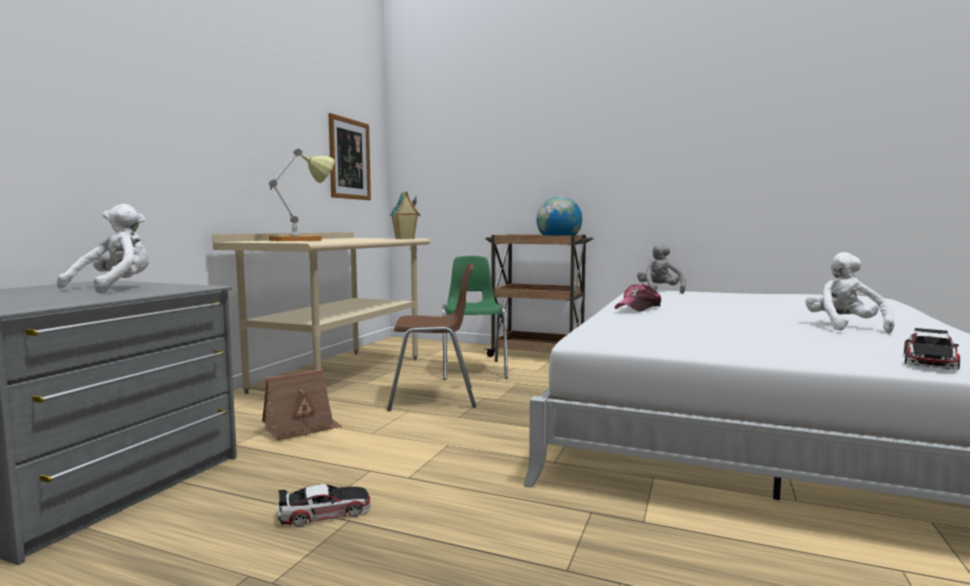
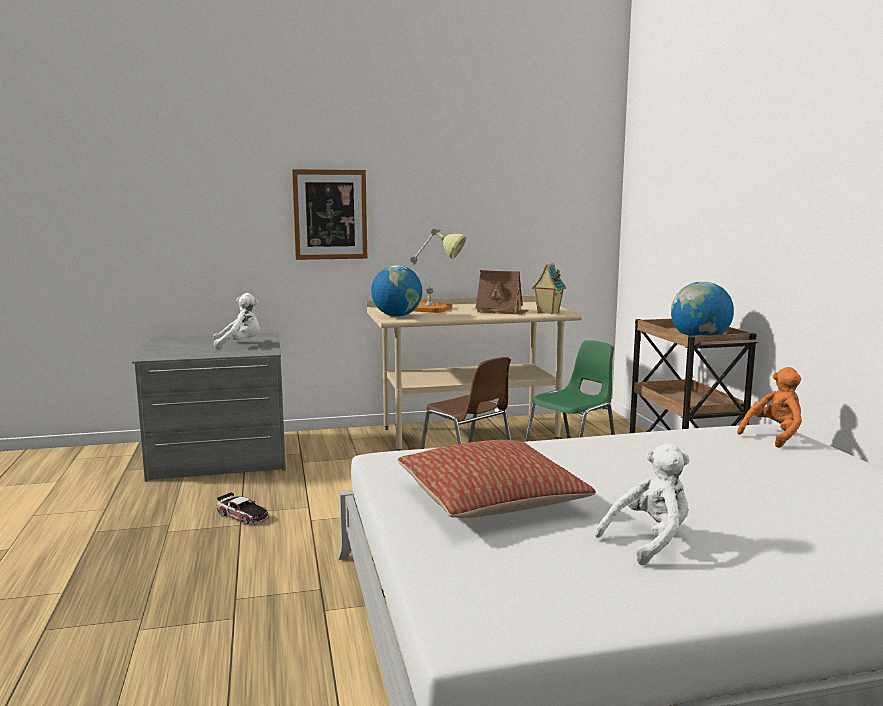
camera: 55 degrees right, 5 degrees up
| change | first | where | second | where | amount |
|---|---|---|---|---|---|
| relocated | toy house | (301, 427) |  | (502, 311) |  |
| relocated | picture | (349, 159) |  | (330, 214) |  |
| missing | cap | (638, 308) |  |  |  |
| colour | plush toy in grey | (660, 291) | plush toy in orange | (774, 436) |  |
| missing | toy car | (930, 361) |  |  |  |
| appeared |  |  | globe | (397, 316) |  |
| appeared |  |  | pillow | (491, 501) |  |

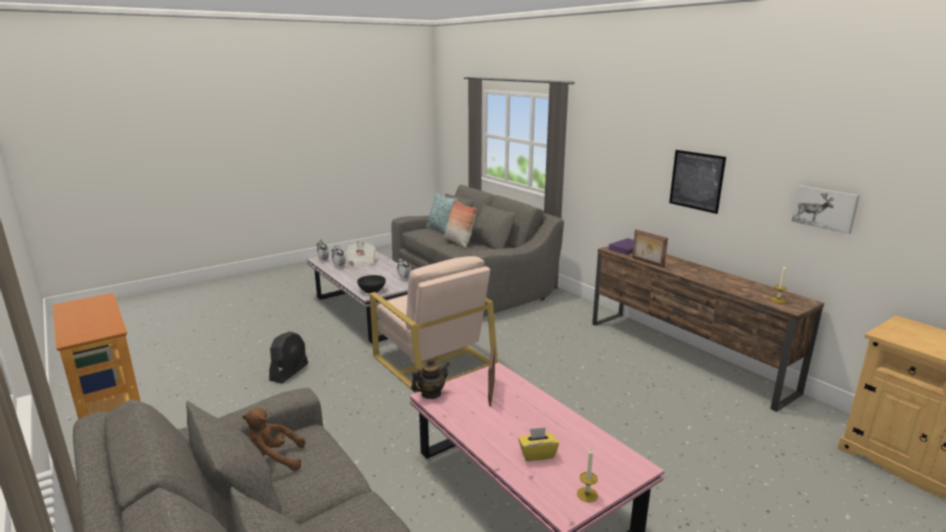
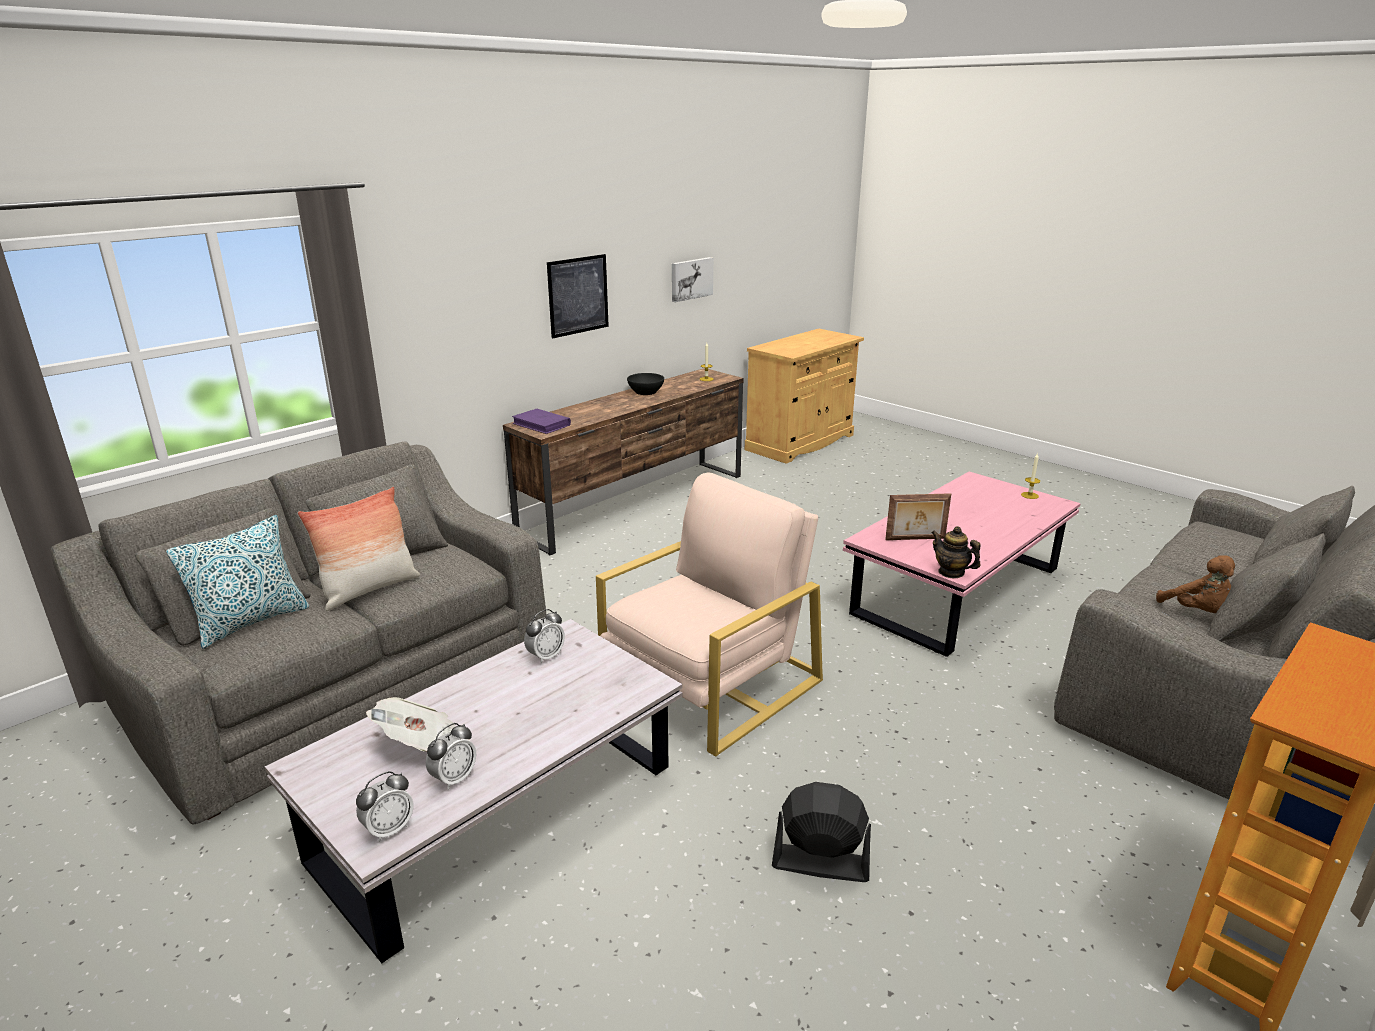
camera: 100 degrees left, 5 degrees up
| change | first | where | second | where | amount |
|---|---|---|---|---|---|
| relocated | bowl in black | (372, 290) |  | (646, 392) |  |
| missing | tissue box in yellow | (537, 454) |  |  |  |
| missing | picture frame | (647, 262) |  |  |  |

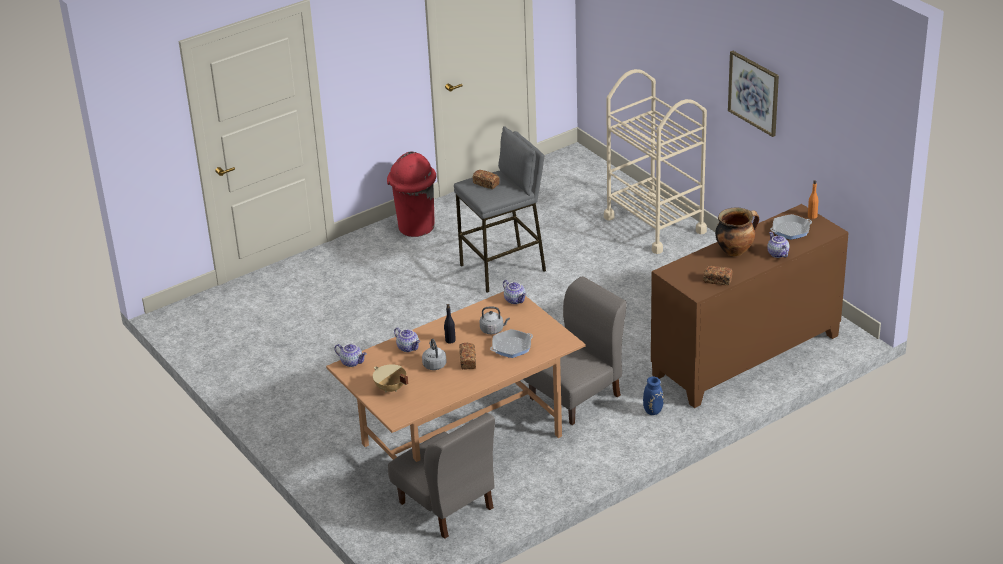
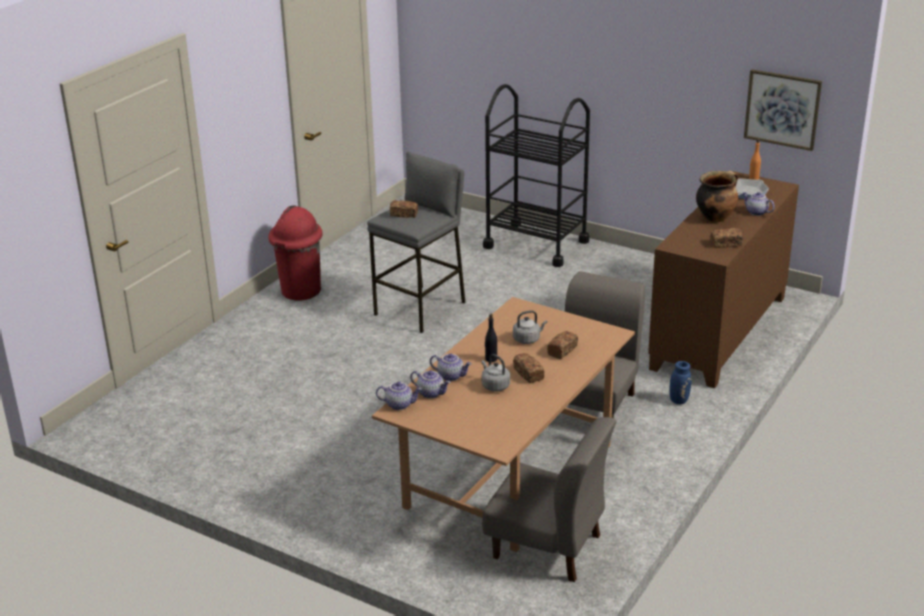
camera: 25 degrees left, 5 degrees down
| change | first | where | second | where | amount |
|---|---|---|---|---|---|
| missing | cooking pot in beige | (390, 389) |  |  |  |
| exchanged | frying pan | (511, 347) | bread | (562, 350) |  |
| relocated | teapot | (515, 300) |  | (431, 393) |  |
| colour | cart in beige | (655, 224) | cart in black | (536, 244) |  |
| relocated | picture | (754, 92) |  | (782, 109) |  |

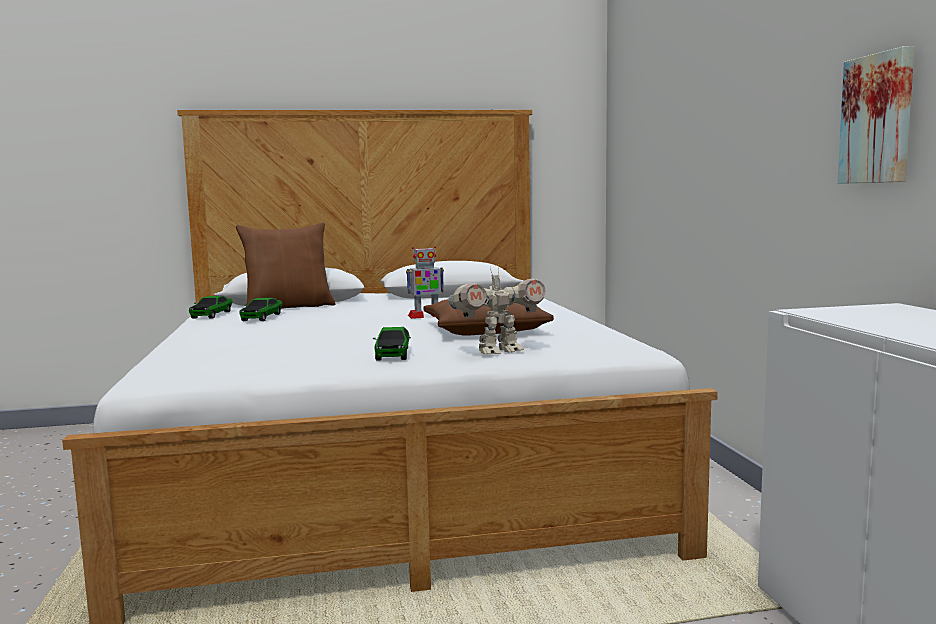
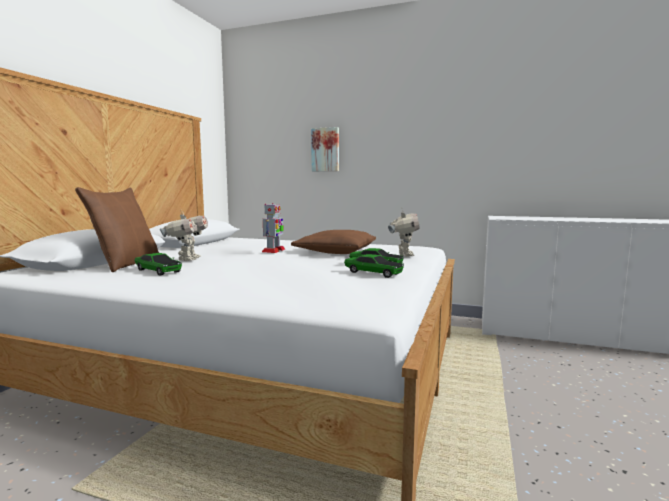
camera: 60 degrees left, 0 degrees up
| change | first | where | second | where | amount |
|---|---|---|---|---|---|
| relocated | toy car | (212, 315) |  | (373, 273) |  |
| relocated | picture | (879, 119) |  | (325, 149) |  |
| appeared |  |  | toy robot | (187, 259) |  |

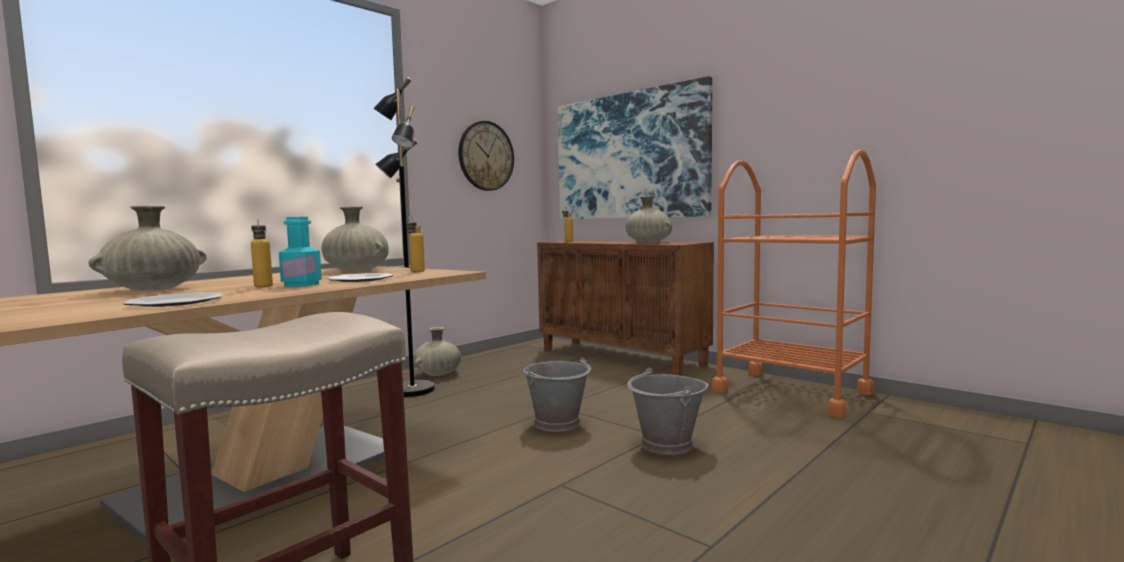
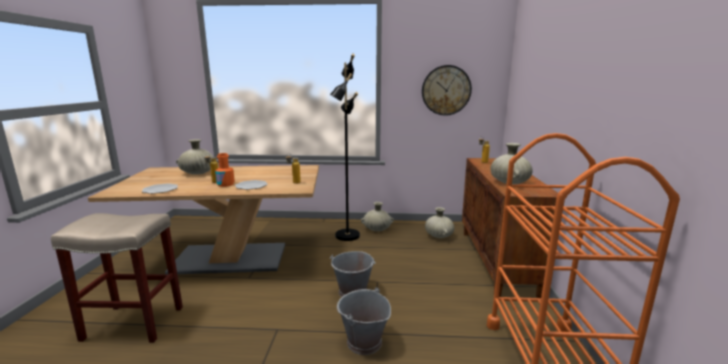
camera: 50 degrees right, 10 degrees up
| change | first | where | second | where | amount |
|---|---|---|---|---|---|
| colour | bottle in turquoise | (301, 284) | bottle in orange | (225, 184) |  |
| relocated | vase in beige | (356, 271) |  | (438, 236) |  |
| missing | picture | (629, 156) |  |  |  |

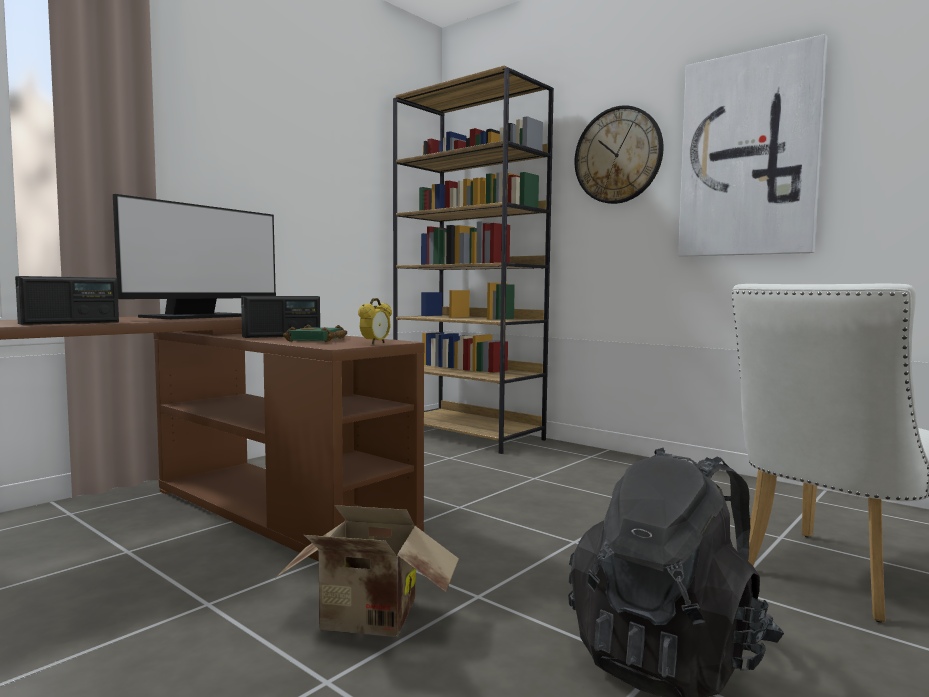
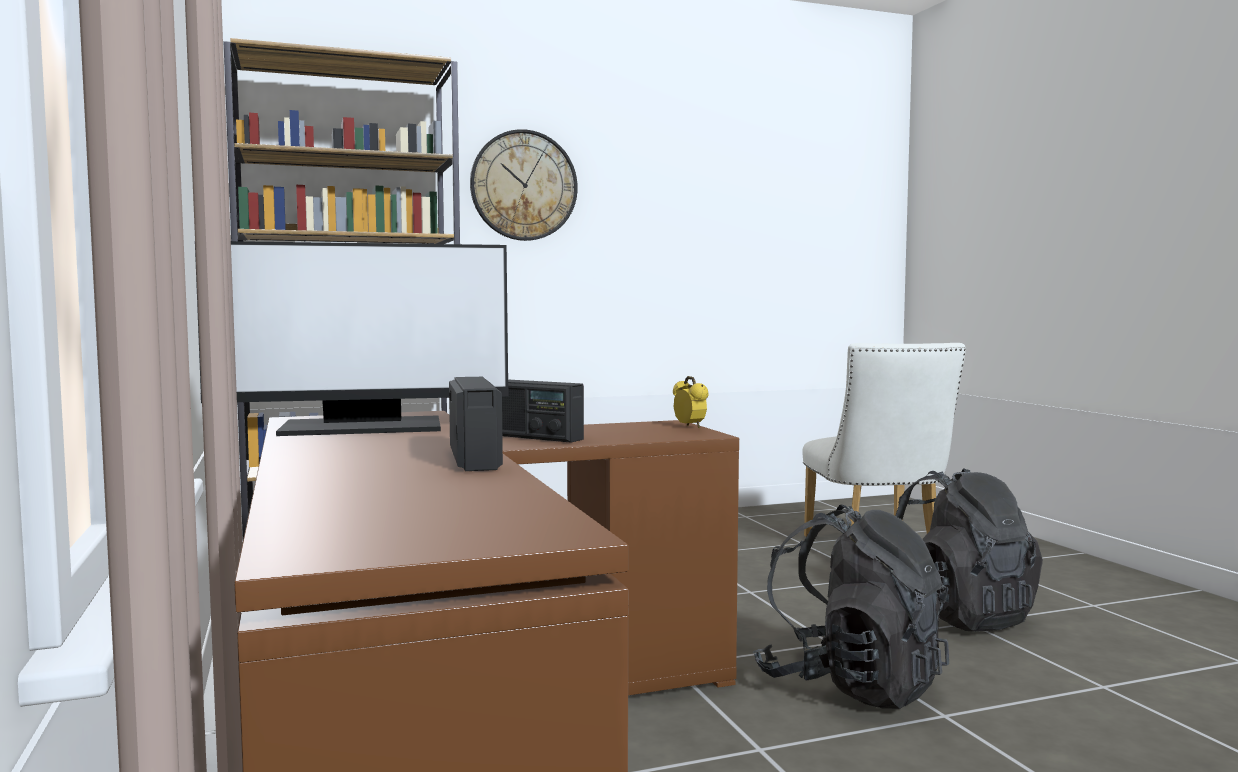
camera: 60 degrees left, 0 degrees up
| change | first | where | second | where | amount |
|---|---|---|---|---|---|
| spun | monitor | (198, 317) |  | (362, 427) | 105 degrees clockwise |
| spun | radio | (282, 336) |  | (534, 437) | 120 degrees clockwise |
| exchanged | cardboard box | (370, 622) | backpack in black | (851, 686) |  |
| missing | book in green | (318, 340) |  |  |  |
| missing | picture | (748, 155) |  |  |  |

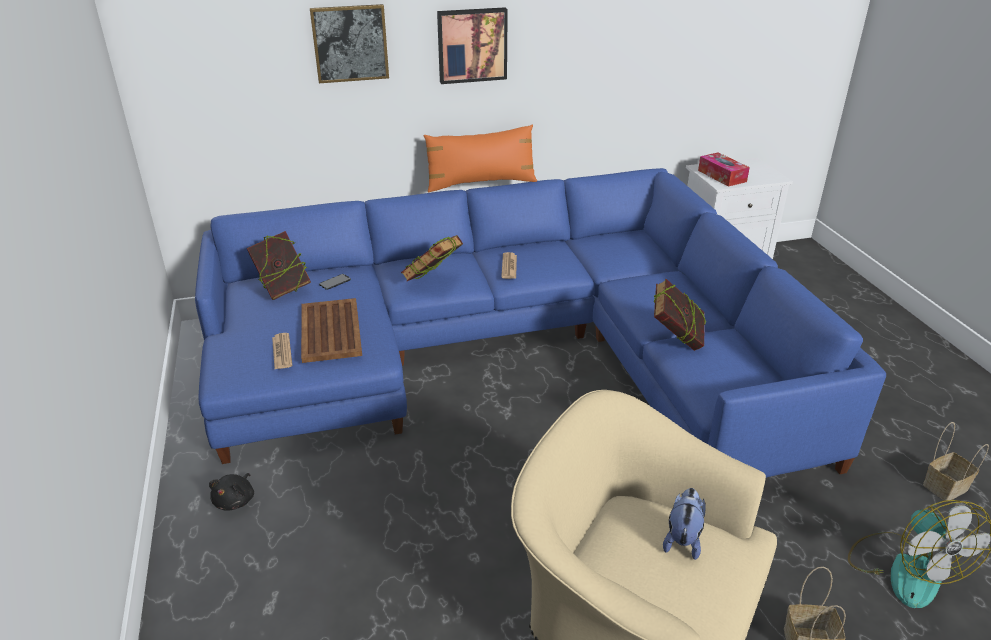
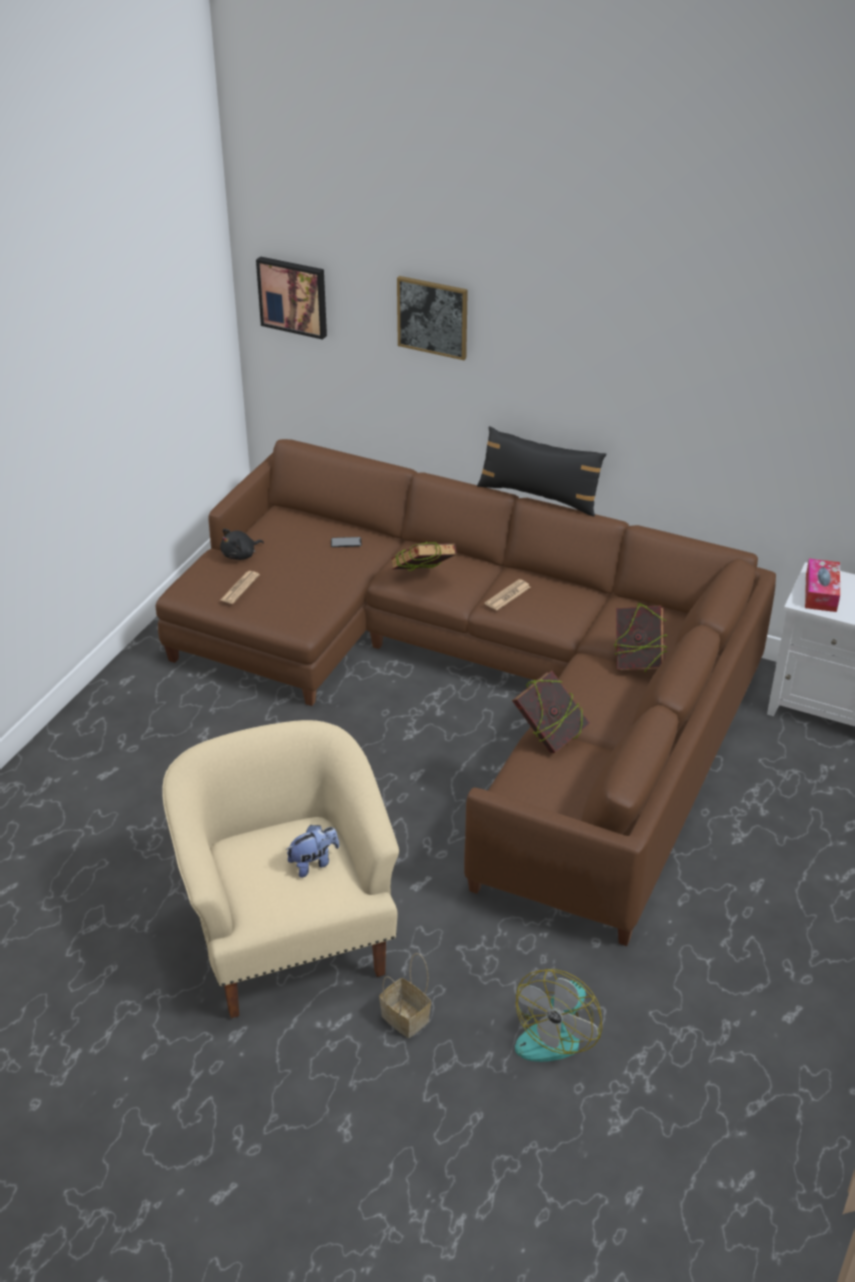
camera: 40 degrees right, 5 degrees up
| change | first | where | second | where | amount |
|---|---|---|---|---|---|
| colour | sofa in blue | (510, 353) | sofa in brown | (480, 684) |  |
| relocated | plush toy in black | (236, 500) |  | (240, 555) |  |
| relocated | book | (283, 289) |  | (637, 662) |  |
| missing | tray in brown | (330, 331) |  |  |  |
| colour | pillow in orange | (481, 183) | pillow in black | (539, 496) |  |
| relocated | picture | (472, 45) |  | (293, 296) |  |
| missing | basket | (945, 486) |  |  |  |

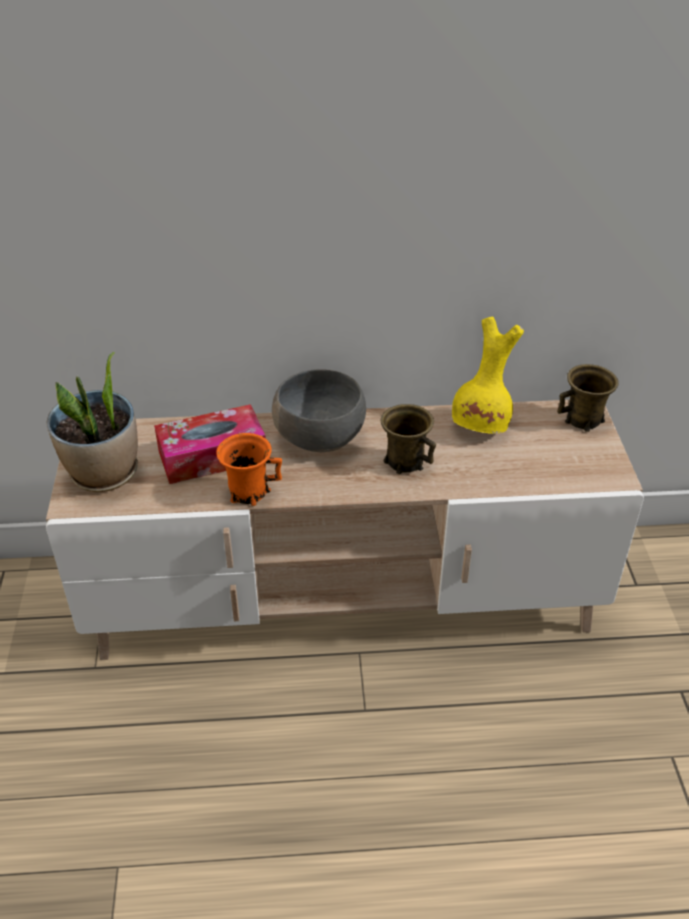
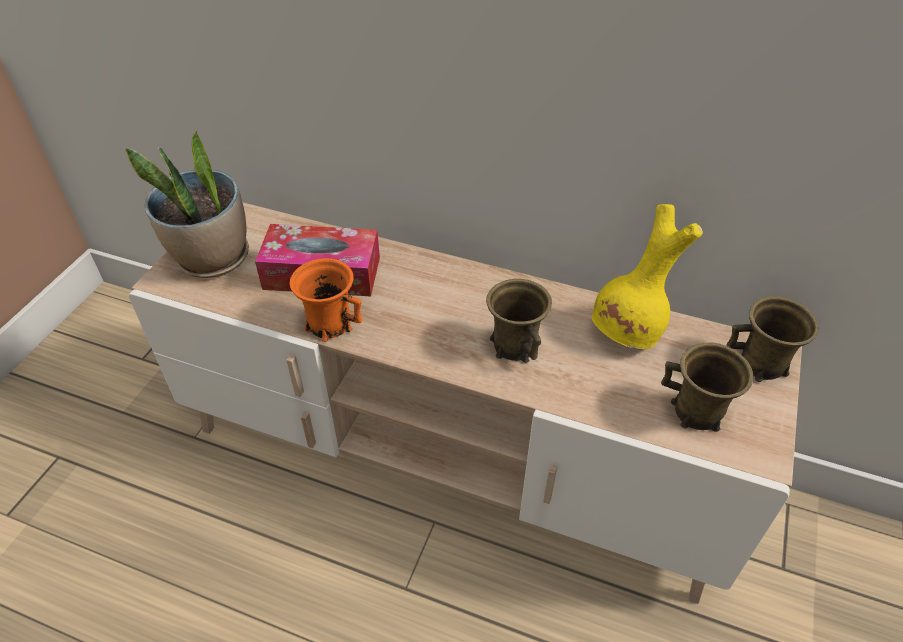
camera: 25 degrees right, 5 degrees up
| change | first | where | second | where | amount |
|---|---|---|---|---|---|
| missing | bowl in grey | (319, 436) |  |  |  |
| appeared |  |  | mug in brown | (697, 412) |  |

